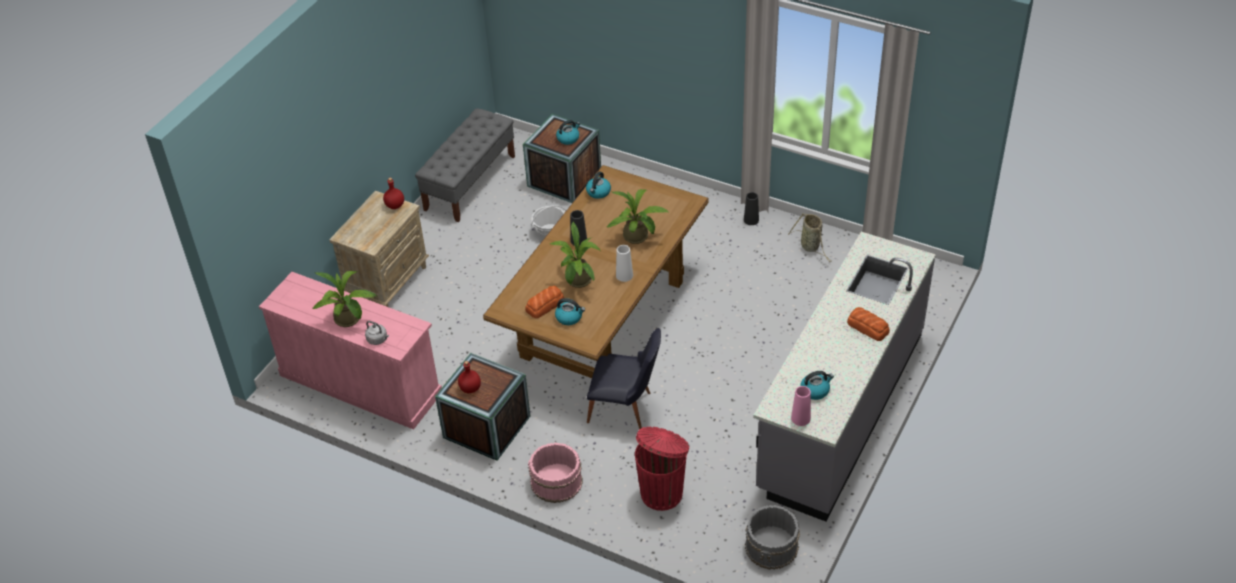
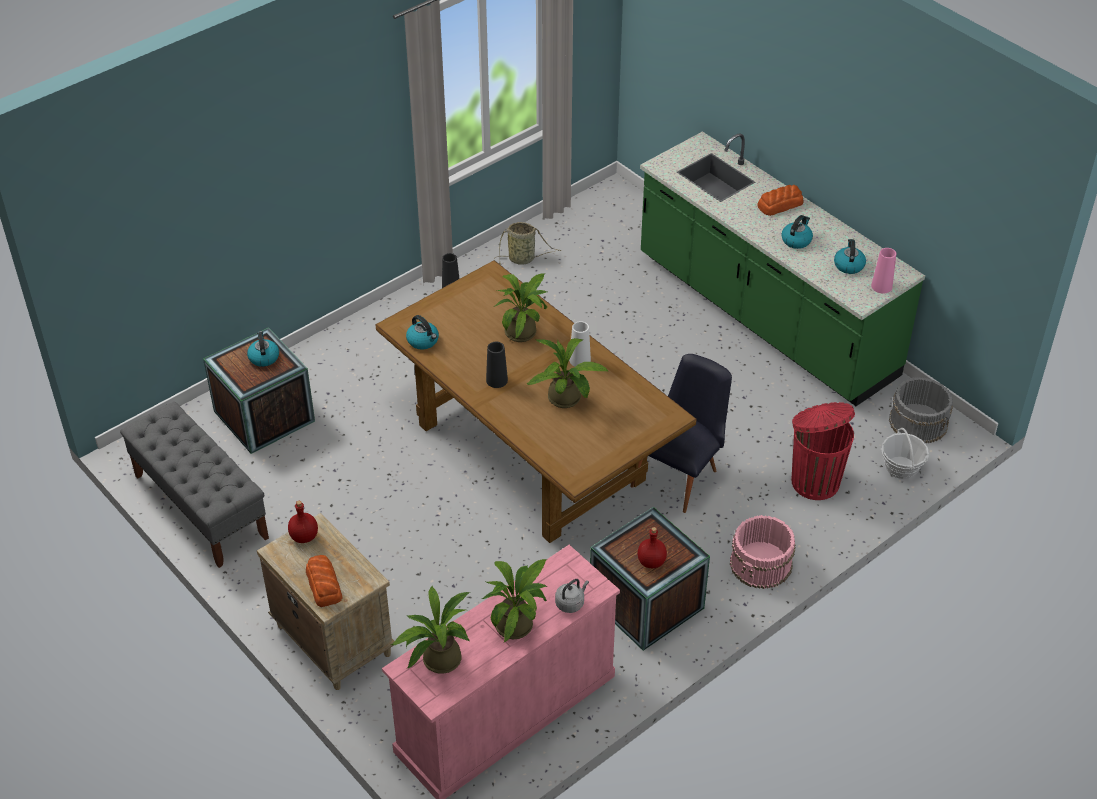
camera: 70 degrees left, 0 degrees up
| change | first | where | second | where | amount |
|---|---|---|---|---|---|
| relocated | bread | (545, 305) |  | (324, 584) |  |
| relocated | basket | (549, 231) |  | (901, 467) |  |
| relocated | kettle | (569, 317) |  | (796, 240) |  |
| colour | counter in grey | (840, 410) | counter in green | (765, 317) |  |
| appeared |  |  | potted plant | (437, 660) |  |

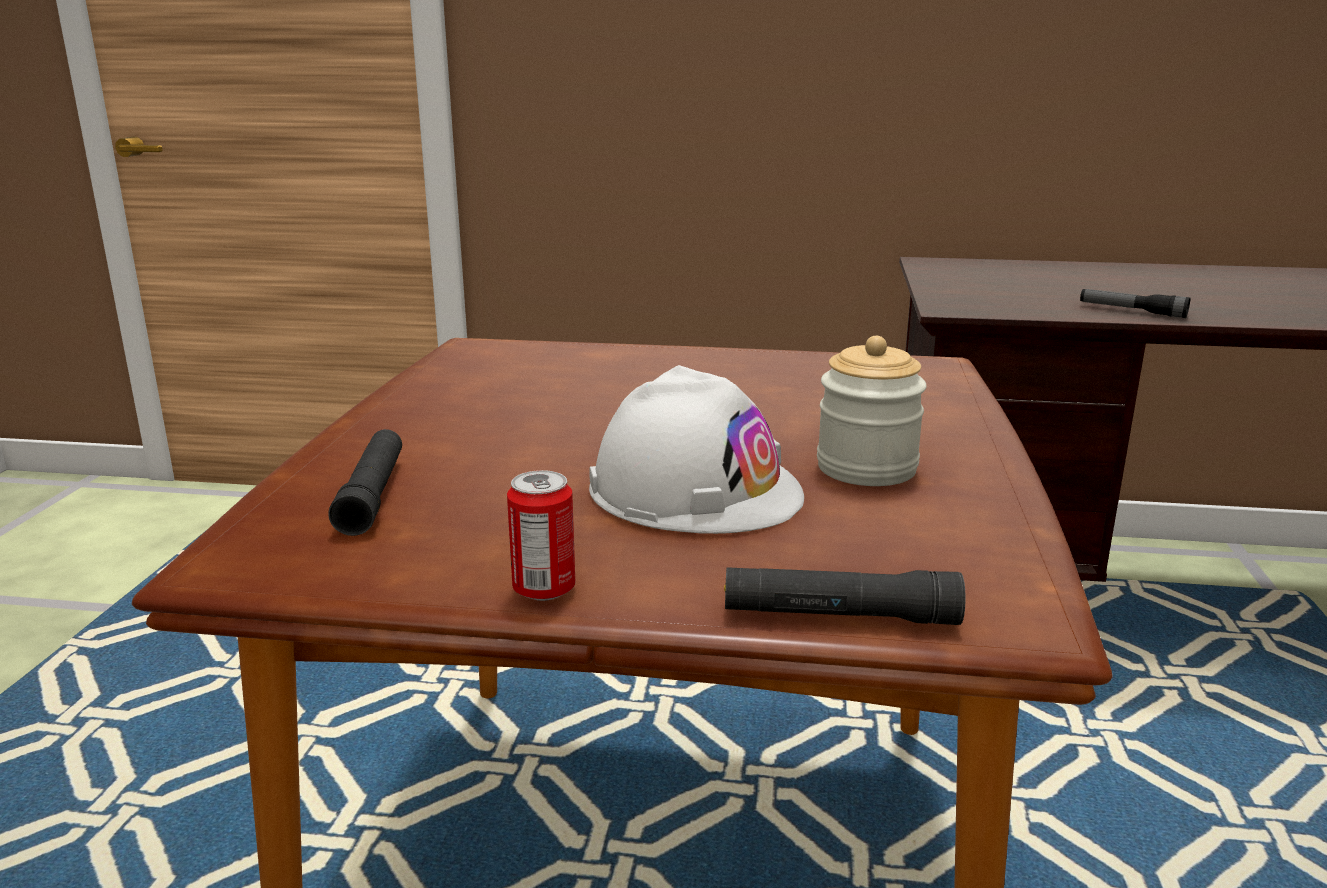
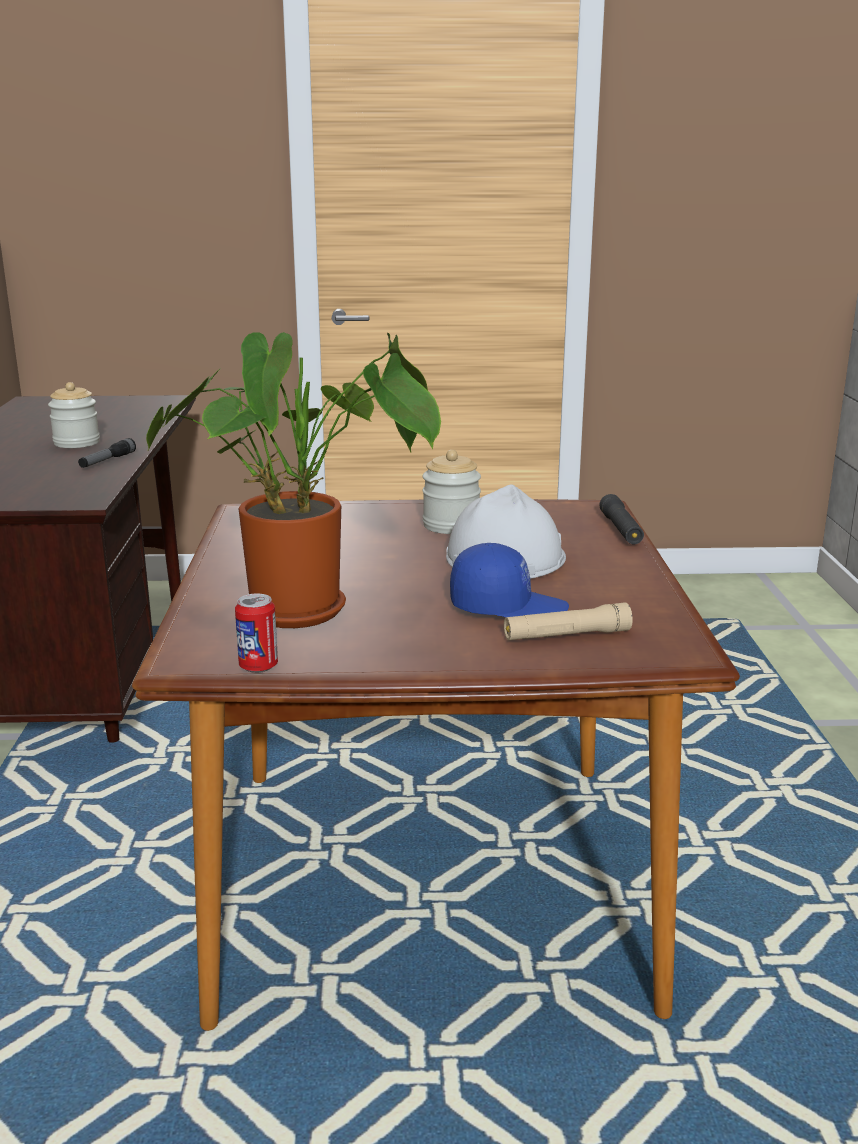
camera: 100 degrees left, 0 degrees up
| change | first | where | second | where | amount |
|---|---|---|---|---|---|
| colour | flashlight in black | (372, 495) | flashlight in beige | (566, 635) |  |
| relocated | can | (544, 590) |  | (258, 666) |  |
| appeared |  |  | jar | (77, 443) |  |
| appeared |  |  | potted plant | (308, 610) |  |
| appeared |  |  | cap in blue | (508, 607) |  |

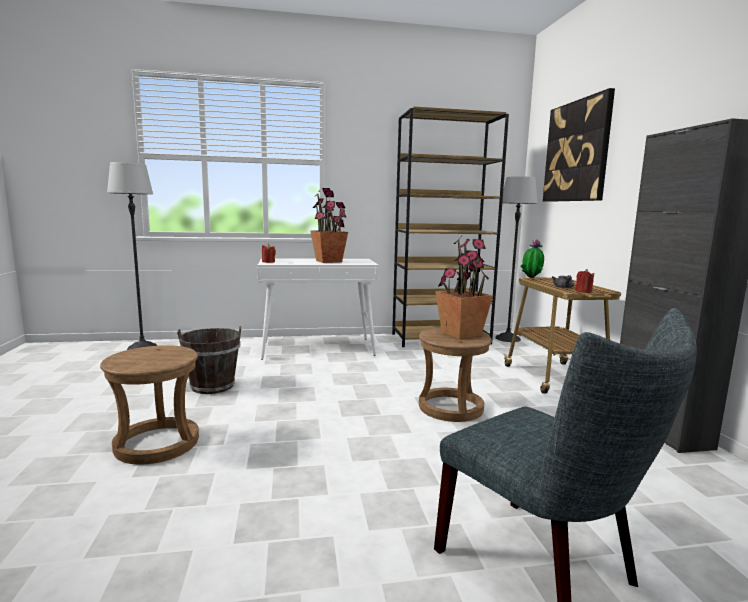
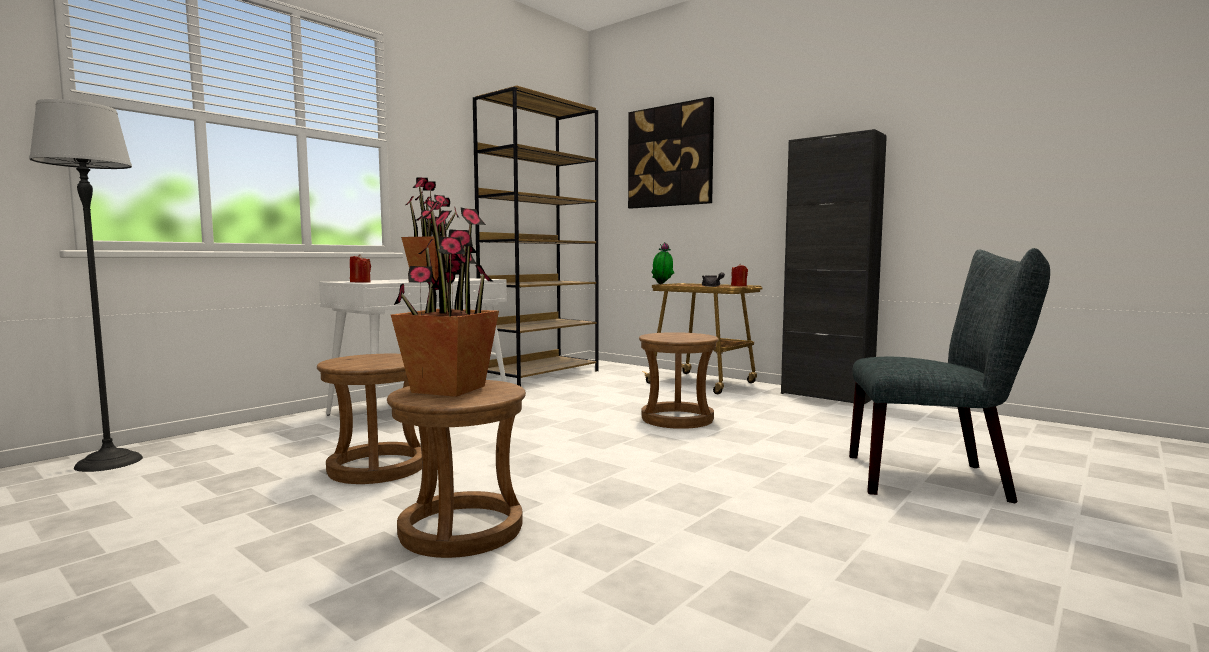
camera: 40 degrees left, 5 degrees down
| change | first | where | second | where | amount |
|---|---|---|---|---|---|
| exchanged | bucket in brown | (212, 386) | stool in brown | (378, 467) |  |
| relocated | potted plant | (461, 334) |  | (449, 389) |  |
| missing | floor lamp | (508, 338) |  |  |  |

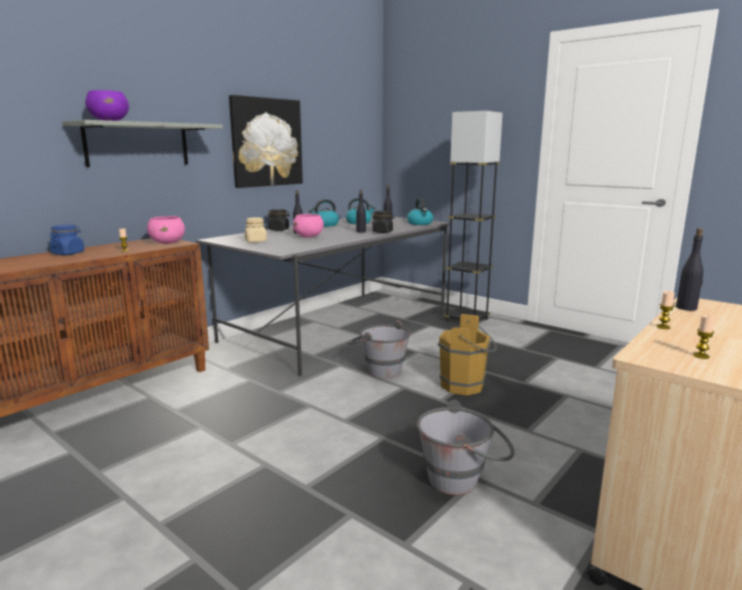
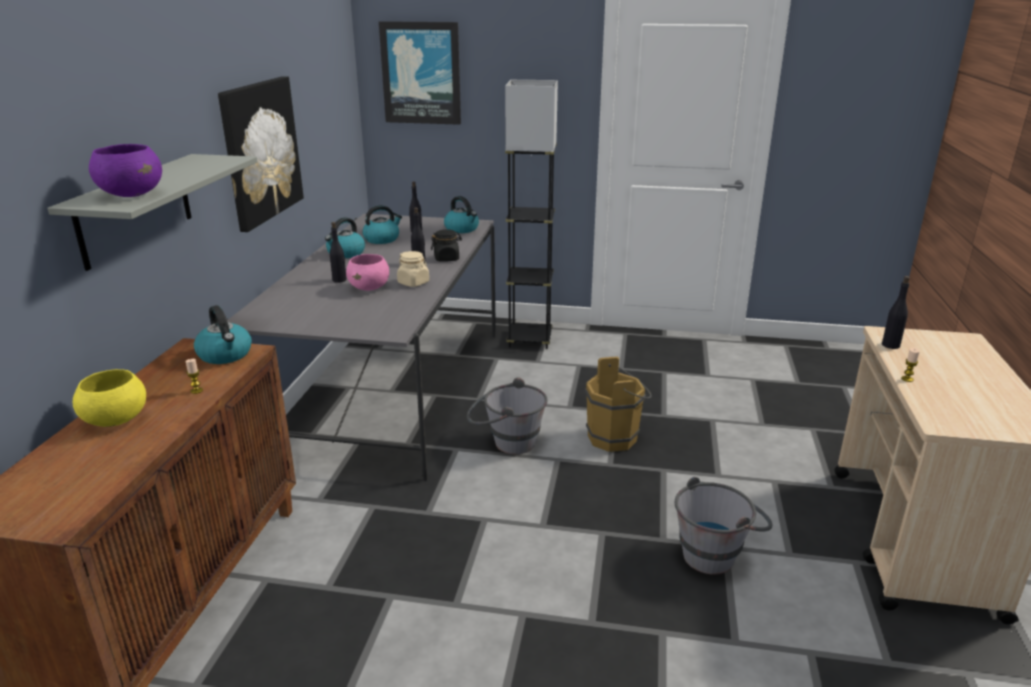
camera: 30 degrees left, 10 degrees up
| change | first | where | second | where | amount |
|---|---|---|---|---|---|
| exchanged | jar in blue | (68, 253) | bowl in yellow | (116, 420) |  |
| exchanged | bowl in pink | (168, 243) | kettle | (225, 355) |  |
| relocated | jar in beige | (256, 241) |  | (413, 283) |  |
| missing | jar in black | (279, 230) |  |  |  |
| missing | candle | (701, 356) |  |  |  |
| appeared |  |  | picture | (421, 73) |  |

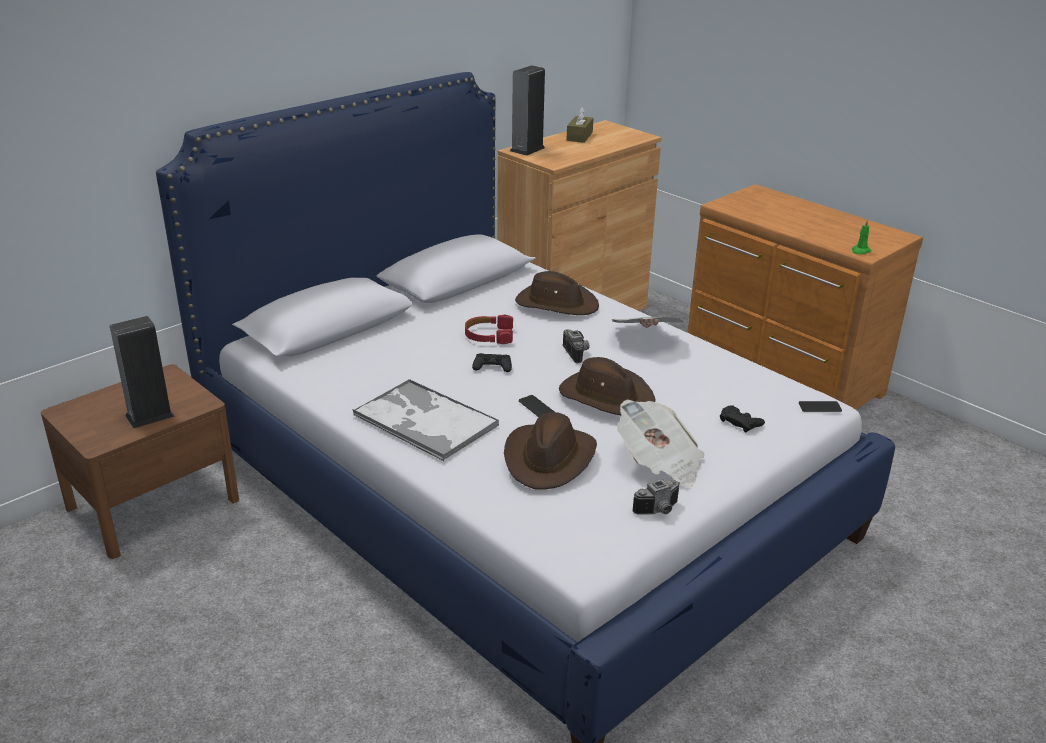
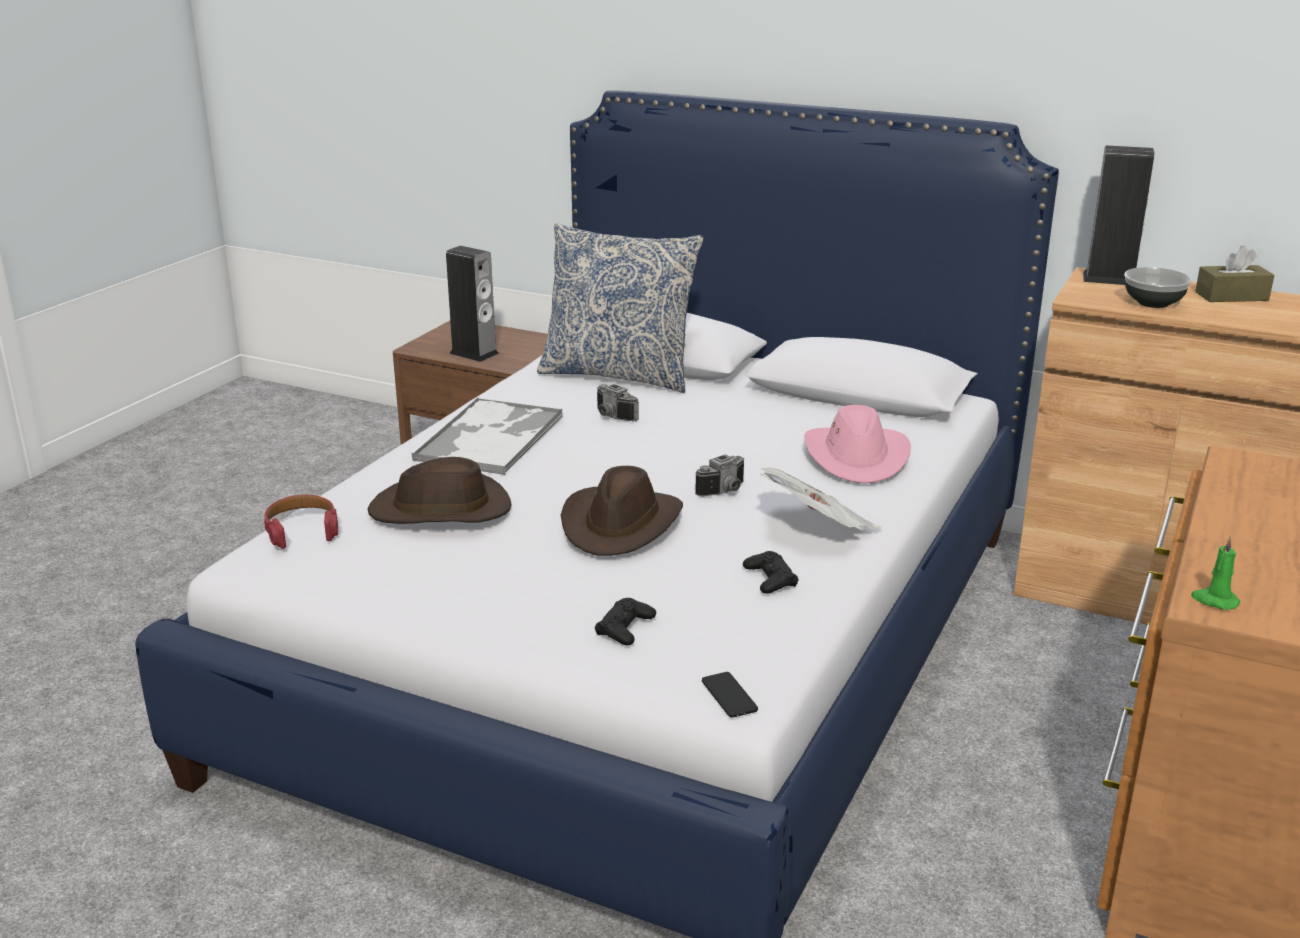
camera: 70 degrees right, 5 degrees down
| change | first | where | second | where | amount |
|---|---|---|---|---|---|
| relocated | headphones in red | (488, 335) |  | (302, 529) |  |
| relocated | game controller in black | (492, 366) |  | (770, 578) |  |
| colour | hat in brown | (556, 304) | hat in pink | (857, 457) |  |
| missing | phone | (536, 407) |  |  |  |
| missing | newspaper | (659, 463) |  |  |  |
| relocated | photo camera | (659, 511) |  | (612, 417) |  |
| appeared |  |  | pillow | (619, 374) |  |
| appeared |  |  | bowl | (1152, 303) |  |

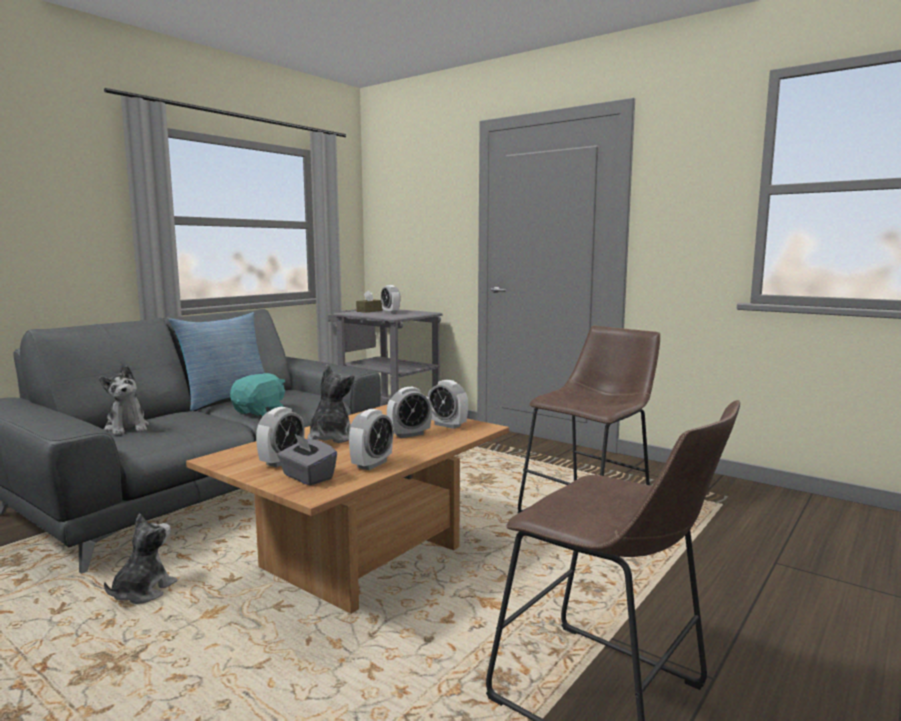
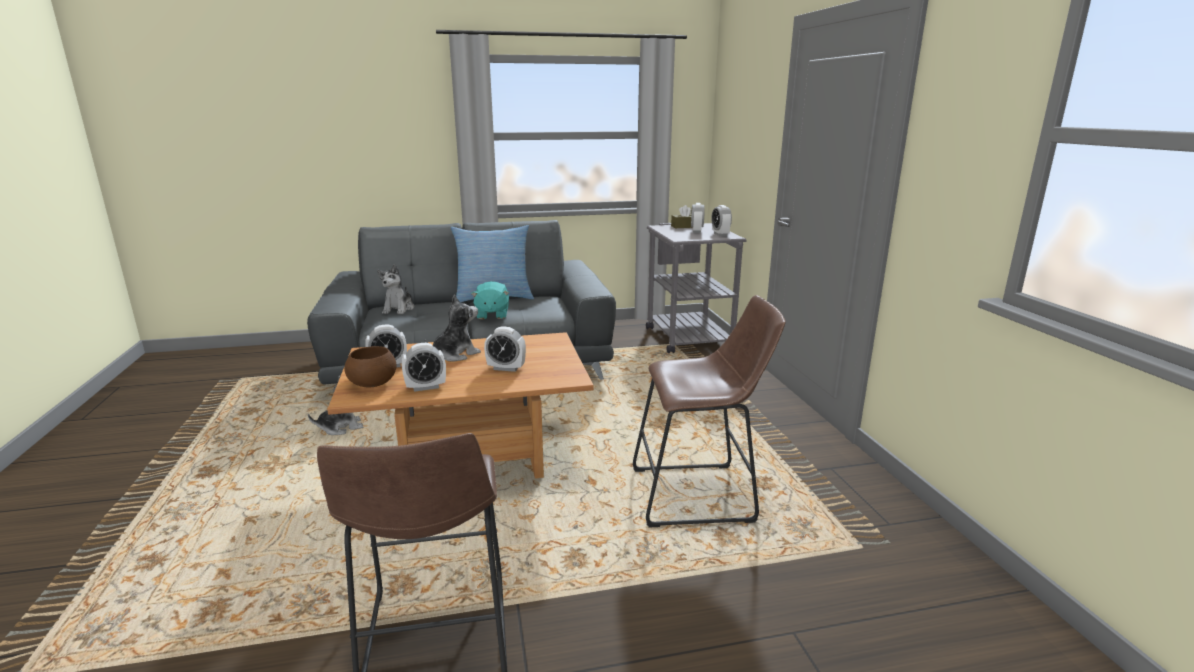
camera: 40 degrees right, 10 degrees up
| change | first | where | second | where | amount |
|---|---|---|---|---|---|
| spun | plush toy in turquoise | (260, 411) |  | (491, 315) | 105 degrees clockwise |
| exchanged | tissue box in grey | (307, 477) | bowl in brown | (373, 384) |  |
| relocated | alarm clock | (447, 425) |  | (720, 234) |  |

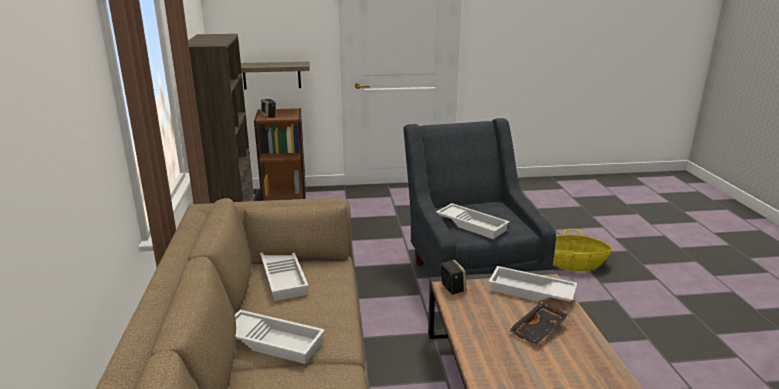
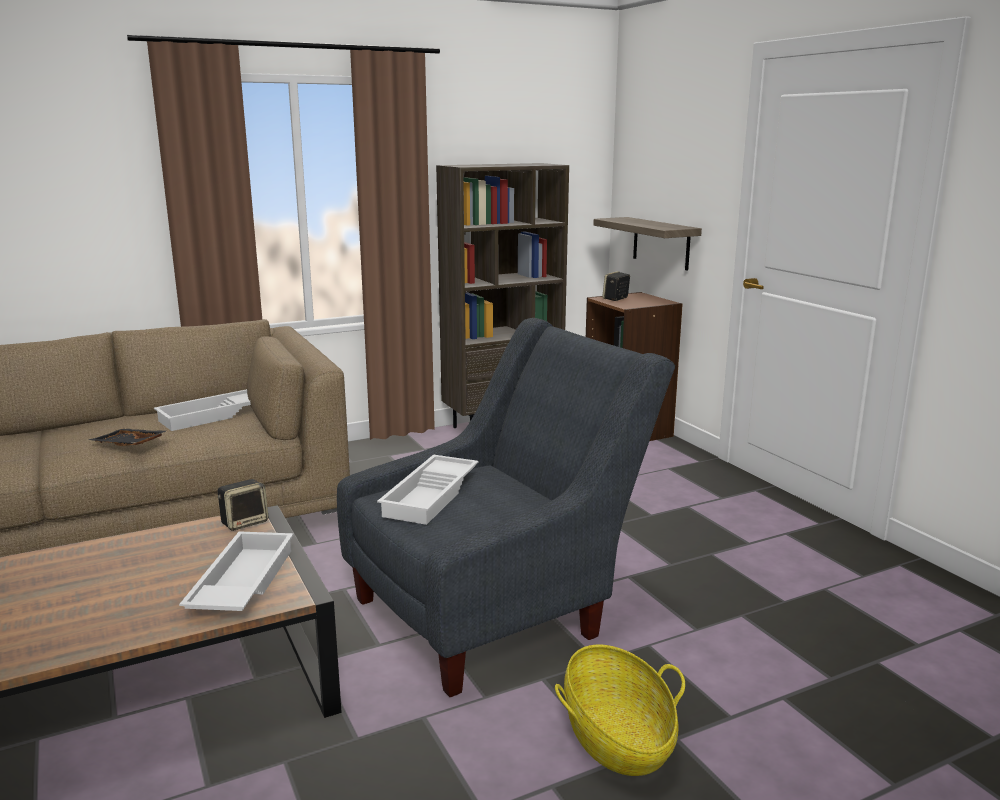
camera: 70 degrees right, 5 degrees down
| change | first | where | second | where | amount |
|---|---|---|---|---|---|
| missing | tray in white | (273, 341) |  |  |  |
| relocated | tray in black | (539, 330) |  | (128, 446) |  |

